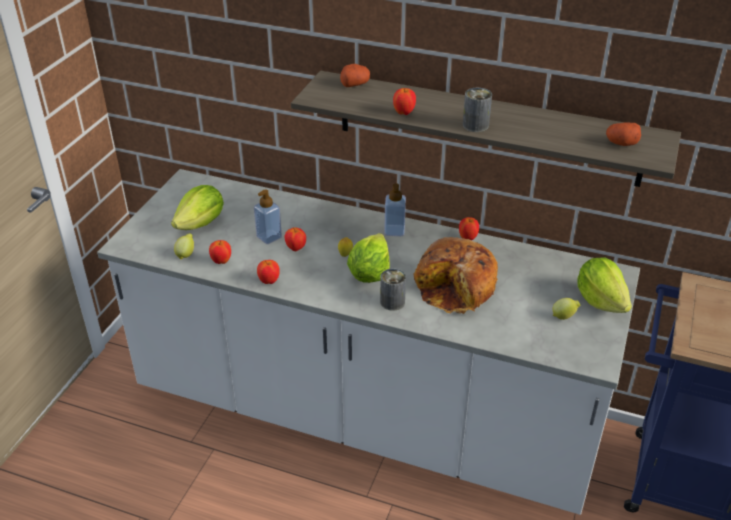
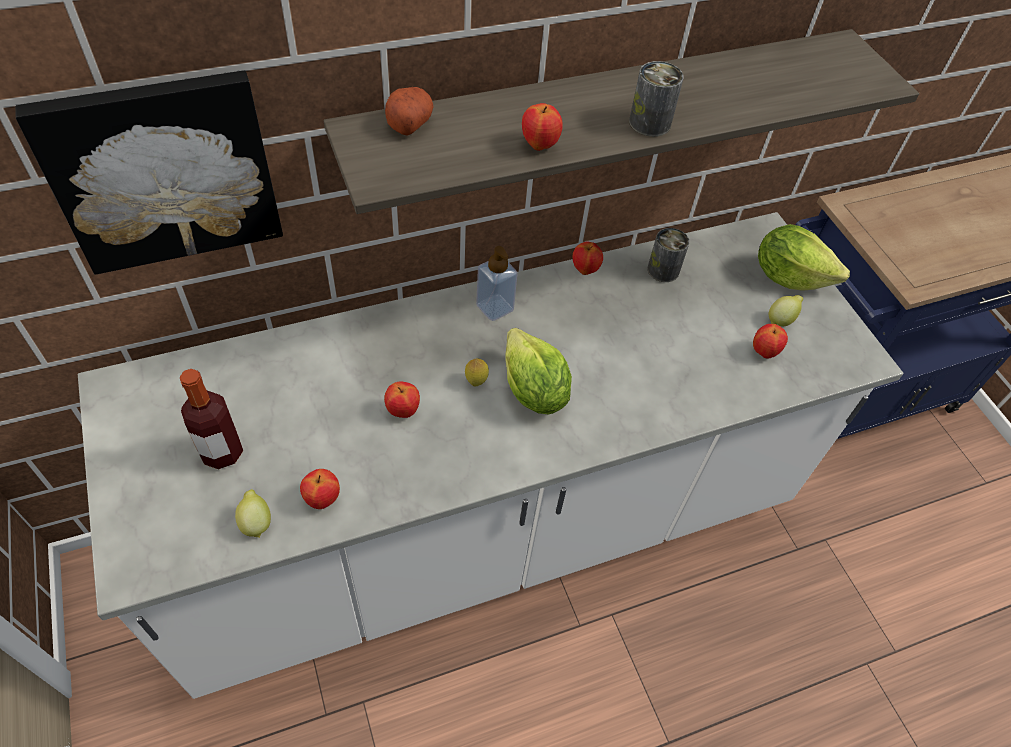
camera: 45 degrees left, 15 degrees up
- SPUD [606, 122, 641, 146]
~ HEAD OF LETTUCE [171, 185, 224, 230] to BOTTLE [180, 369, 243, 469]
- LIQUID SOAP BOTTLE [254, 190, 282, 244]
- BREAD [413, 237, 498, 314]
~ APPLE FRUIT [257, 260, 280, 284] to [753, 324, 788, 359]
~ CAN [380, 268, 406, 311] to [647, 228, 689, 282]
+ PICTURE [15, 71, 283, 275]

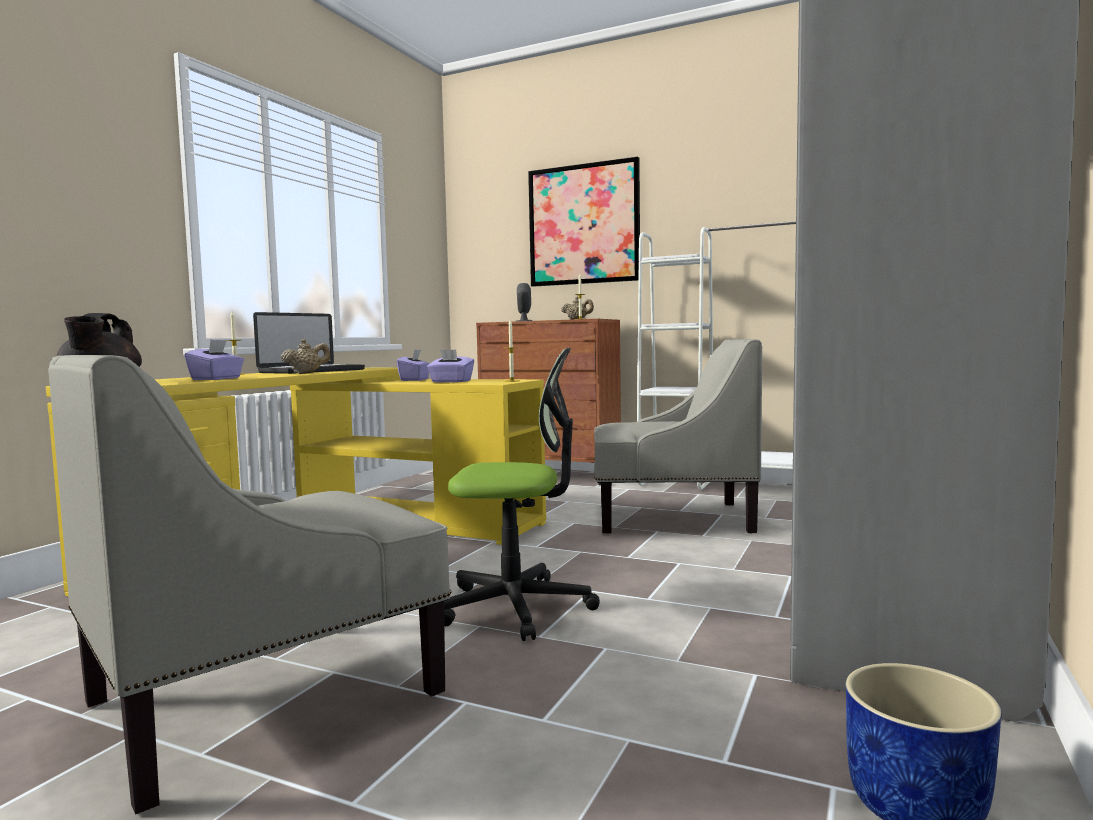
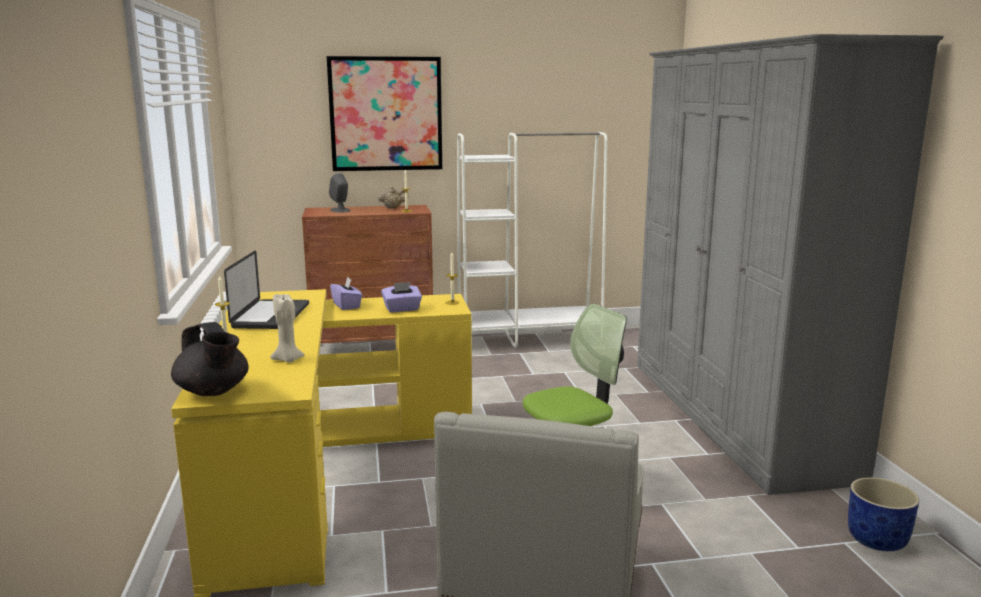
camera: 35 degrees left, 10 degrees up
- BEIGE-COLOURED TEAPOT [281, 339, 330, 374]
- GREYISH EASY CHAIR [594, 339, 762, 534]
~ PURPLE-COLOURED BOX OF TISSUES [184, 340, 244, 380] to BEIGE-COLOURED WAX CANDLE [270, 294, 305, 362]

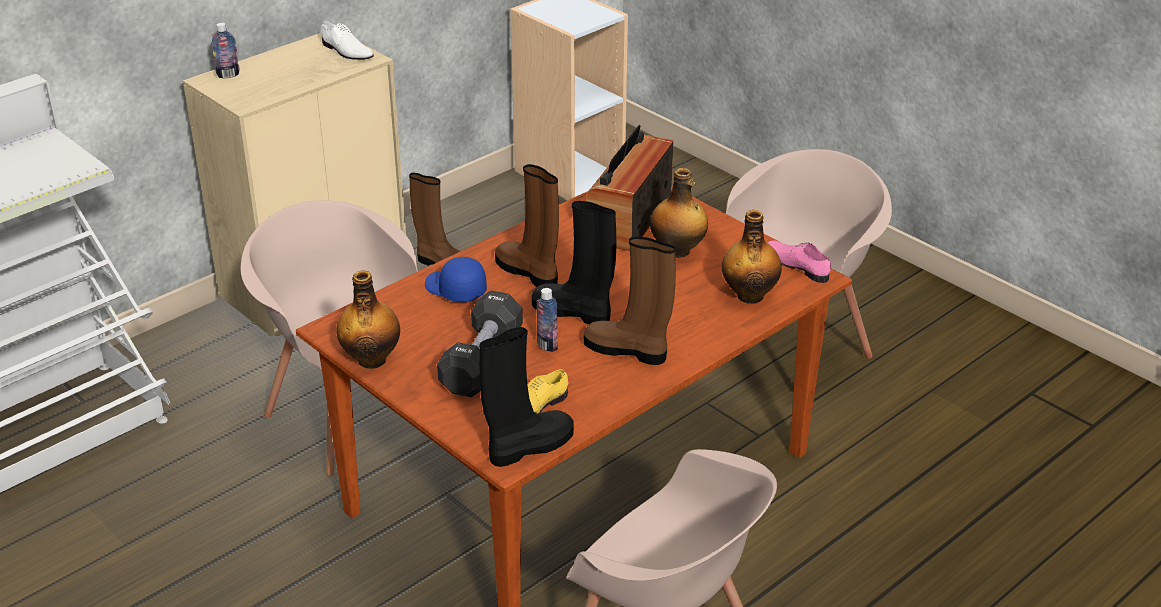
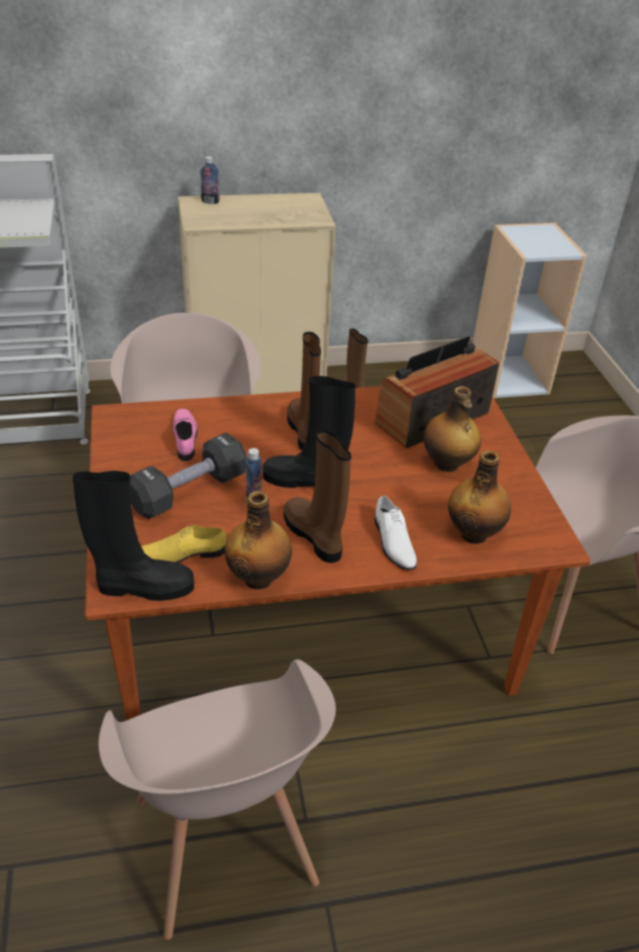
camera: 30 degrees right, 5 degrees up
~ WHITE-COLOURED LOW SHOE [321, 21, 374, 60] to [374, 496, 417, 570]
~ BLACK-COLOURED HIGH-TOP BOOT [532, 201, 616, 325] = [263, 376, 356, 488] 45 degrees counterclockwise
~ PINK LOW SHOE [767, 240, 831, 283] to [173, 409, 198, 461]
- BLUE CAP [425, 257, 487, 302]
~ BOTTLE [336, 270, 400, 369] to [225, 491, 292, 589]

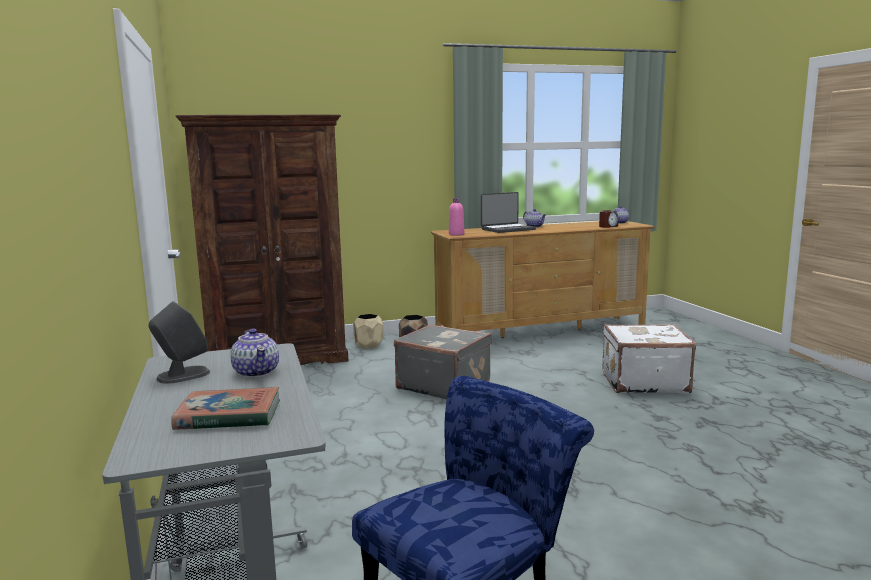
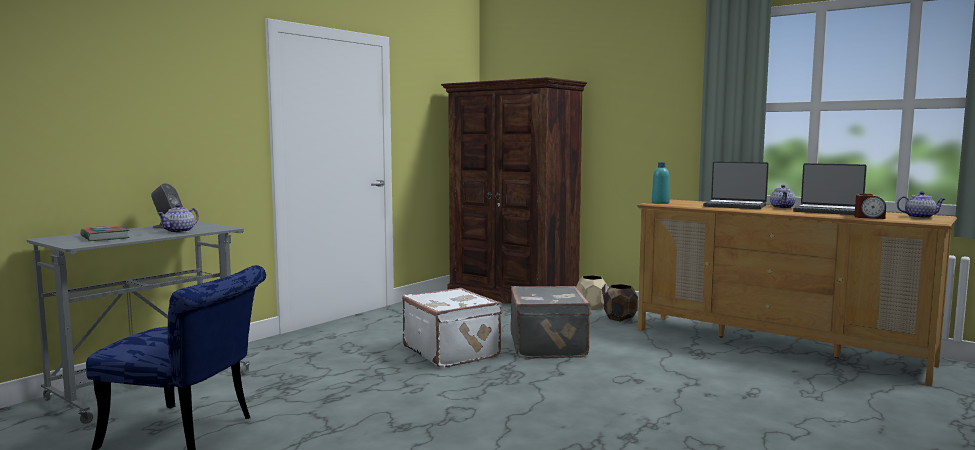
camera: 55 degrees right, 5 degrees down
~ PINK BOTTLE [449, 198, 464, 236] to TURQUOISE-COLOURED BOTTLE [652, 162, 670, 204]
~ WHITE-COLOURED TRAVEL CASE [603, 324, 697, 393] to [402, 288, 502, 367]
+ LAPTOP [793, 163, 867, 215]

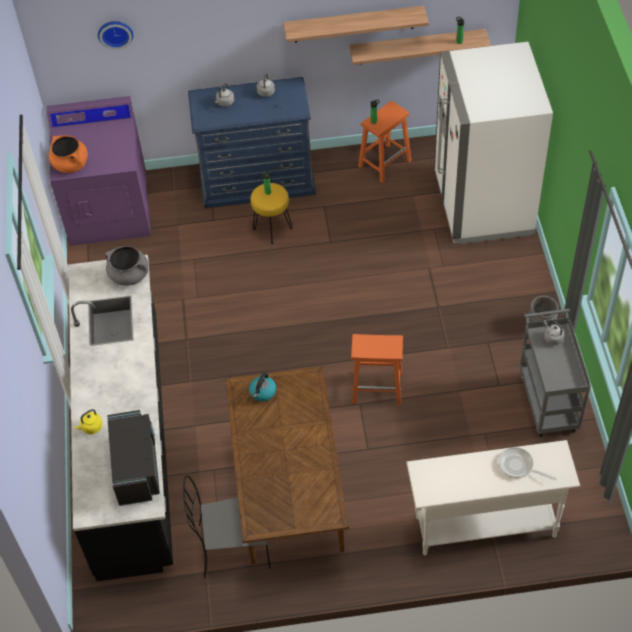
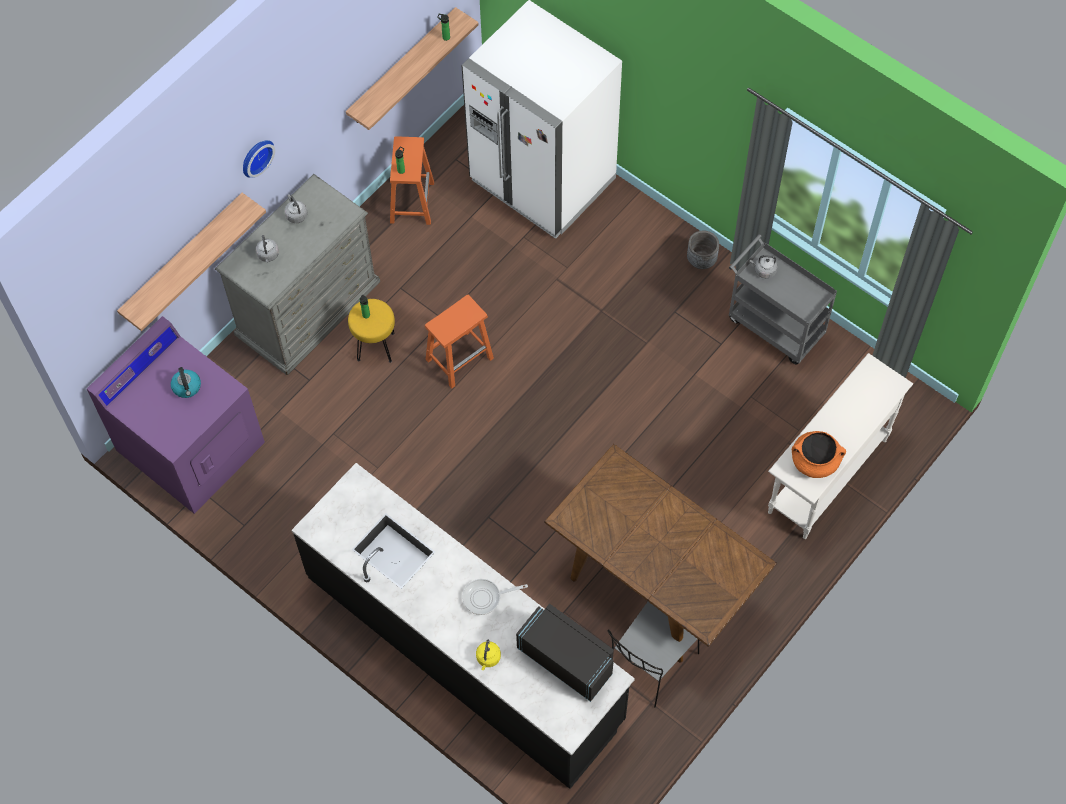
camera: 45 degrees left, 10 degrees up
~ SHELF [283, 6, 429, 43] to [117, 193, 266, 331]
~ HANGING CLOCK [98, 21, 133, 50] to [243, 140, 275, 178]
~ BLUE DRAWER CHEST [188, 77, 316, 208] to GREYISH DRAWER CHEST [215, 174, 380, 375]
~ ORANGEY STOCKPOT [49, 135, 88, 173] to [792, 431, 846, 478]
- GREYISH STOCKPOT [105, 246, 149, 286]
~ ORANGEY STOOL [351, 334, 403, 405] to [425, 295, 494, 388]
~ TEA KETTLE [249, 373, 276, 401] to [171, 367, 201, 398]
~ FRYING PAN [499, 447, 557, 481] to [462, 579, 528, 615]

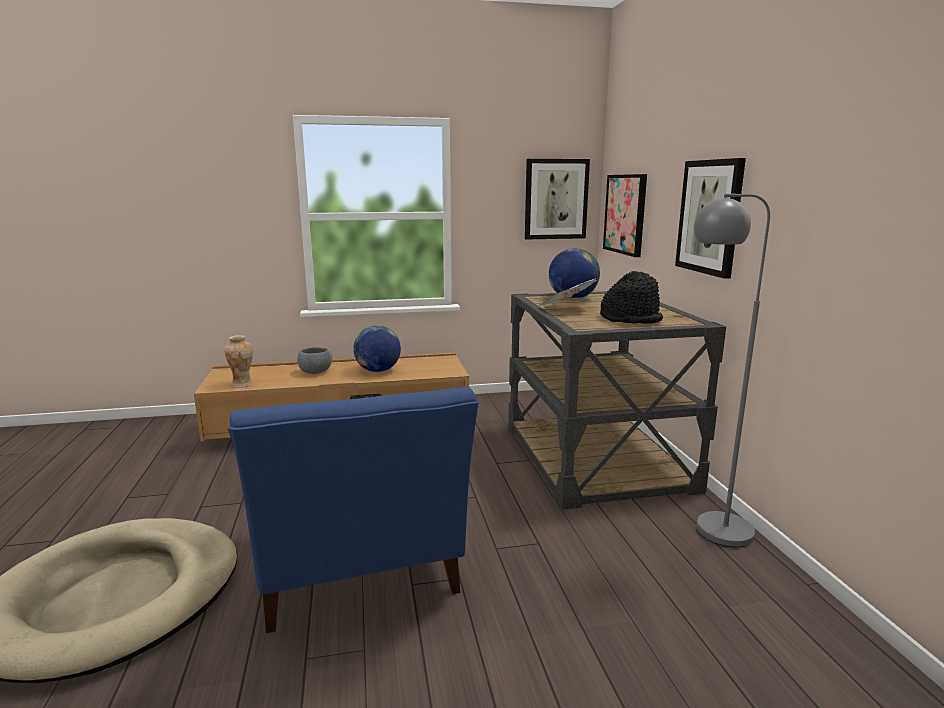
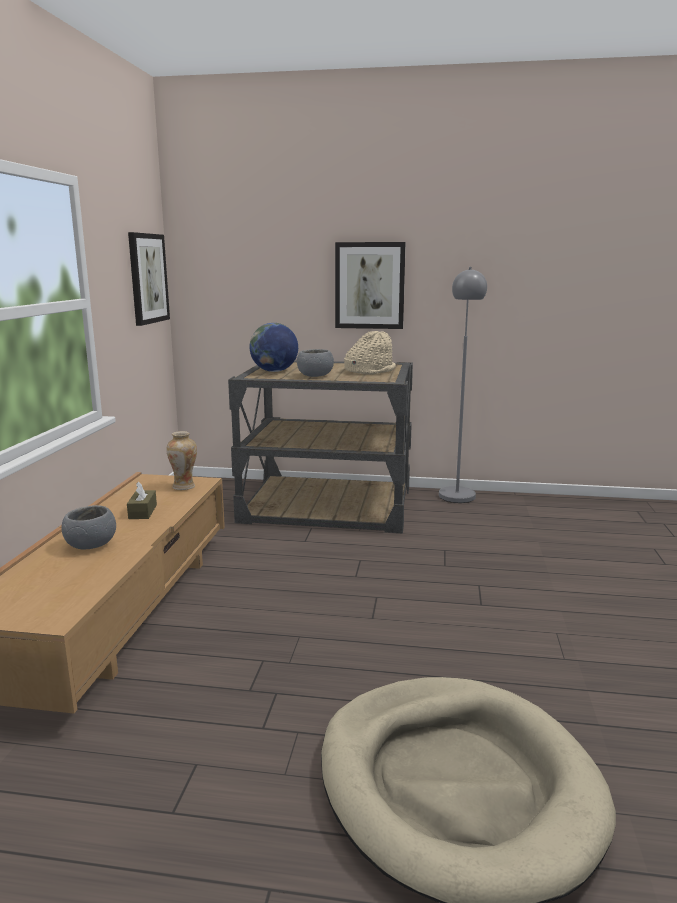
camera: 70 degrees left, 0 degrees up
- PICTURE [603, 174, 647, 257]
~ BLACK-COLOURED CLOTHING HAT [600, 271, 663, 324] to BEIGE-COLOURED CLOTHING HAT [344, 331, 396, 375]
~ DAILY PAPER [539, 278, 597, 306] to GREYISH DEEP DISH [297, 349, 334, 377]
~ DESK GLOBE [353, 325, 401, 372] to BROWN-COLOURED BOX OF TISSUES [127, 481, 157, 519]
~ FLOWER VASE [224, 335, 253, 388] to [166, 431, 197, 490]
- BLUE EASY CHAIR [227, 387, 481, 633]

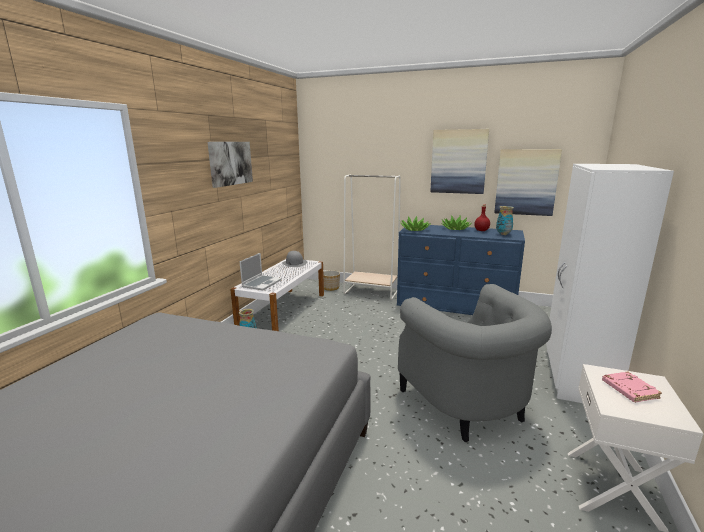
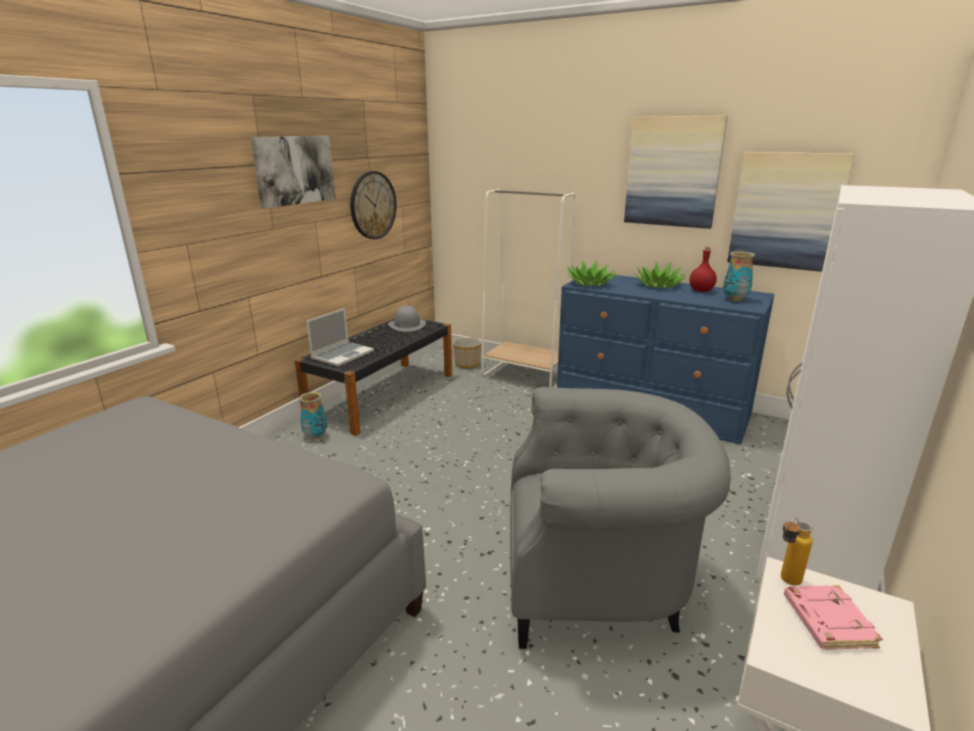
camera: 10 degrees right, 5 degrees up
~ WHITE-COLOURED LONG SEAT [230, 259, 324, 331] to BLACK-COLOURED LONG SEAT [294, 319, 452, 436]
~ GREYISH EASY CHAIR [398, 284, 552, 442] = [510, 387, 731, 649] 75 degrees counterclockwise
+ HANGING CLOCK [350, 171, 397, 239]
+ BOTTLE [781, 518, 813, 585]

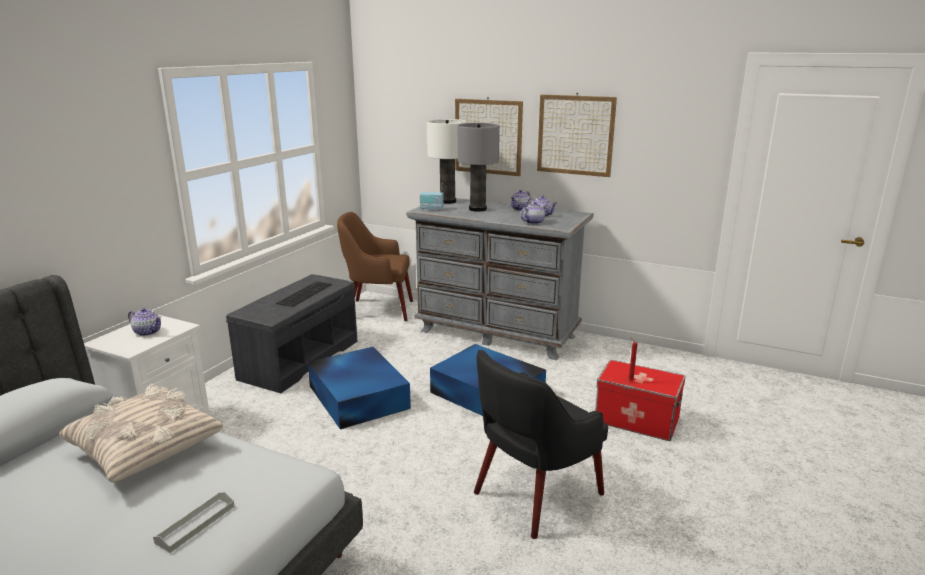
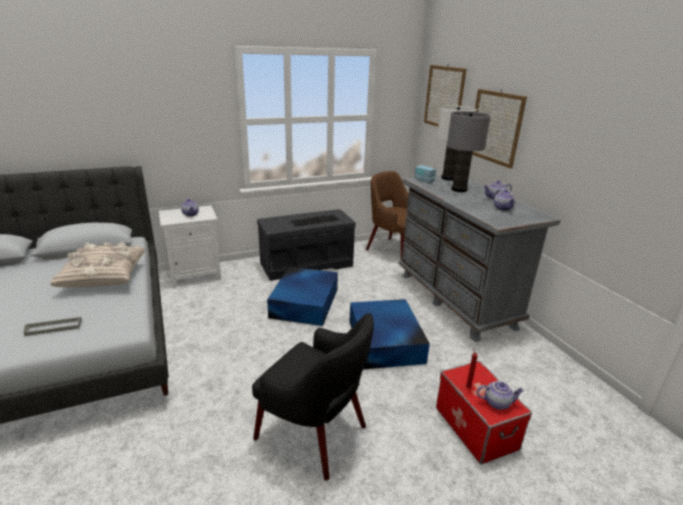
camera: 40 degrees right, 5 degrees up
~ PICTURE [537, 93, 617, 177] to [424, 65, 467, 127]
~ TEAPOT [520, 202, 548, 224] to [477, 381, 524, 410]
~ BLACK-COLOURED EASY CHAIR [474, 350, 608, 539] = [252, 313, 374, 481] 150 degrees counterclockwise

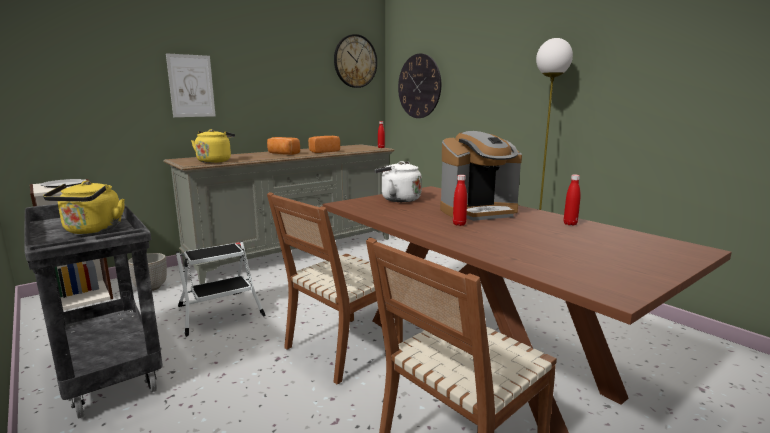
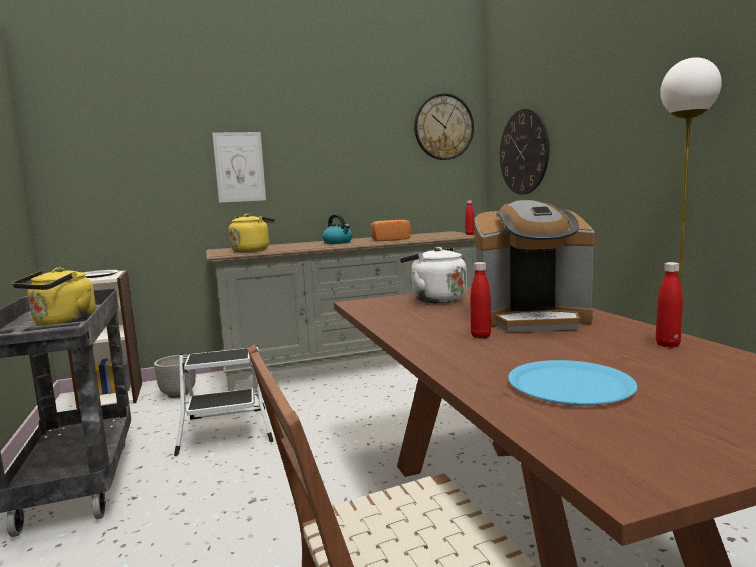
camera: 20 degrees right, 5 degrees down
~ BREAD [267, 137, 300, 155] to TEA KETTLE [322, 214, 352, 244]
- PLAIN CHAIR [267, 192, 403, 384]
+ BLUE PLATE [508, 360, 638, 405]

